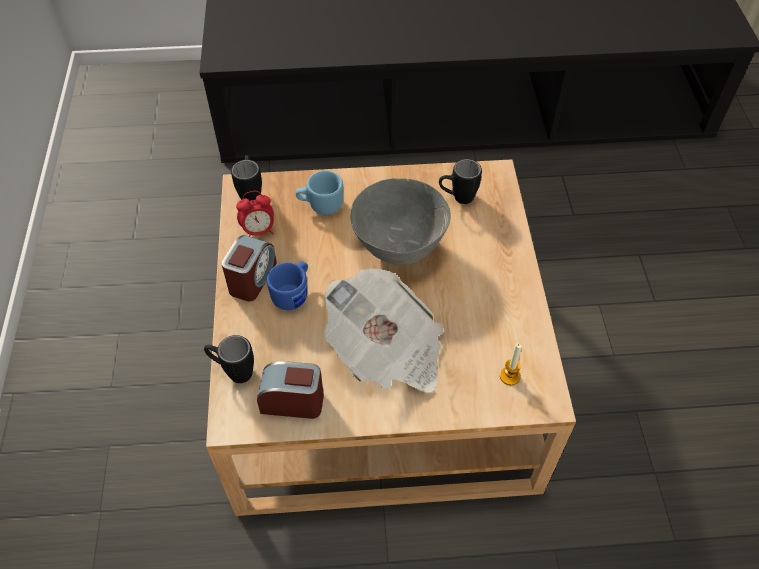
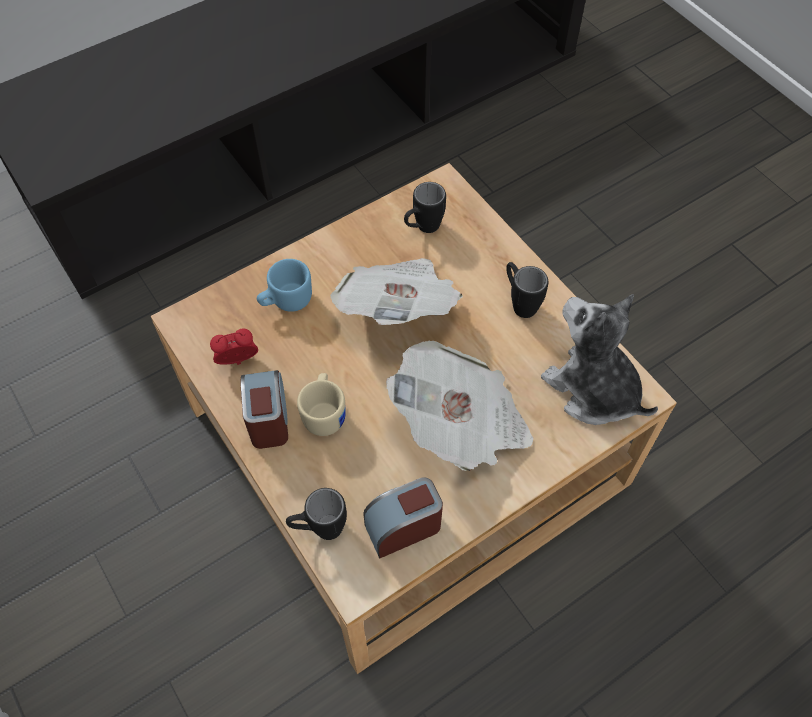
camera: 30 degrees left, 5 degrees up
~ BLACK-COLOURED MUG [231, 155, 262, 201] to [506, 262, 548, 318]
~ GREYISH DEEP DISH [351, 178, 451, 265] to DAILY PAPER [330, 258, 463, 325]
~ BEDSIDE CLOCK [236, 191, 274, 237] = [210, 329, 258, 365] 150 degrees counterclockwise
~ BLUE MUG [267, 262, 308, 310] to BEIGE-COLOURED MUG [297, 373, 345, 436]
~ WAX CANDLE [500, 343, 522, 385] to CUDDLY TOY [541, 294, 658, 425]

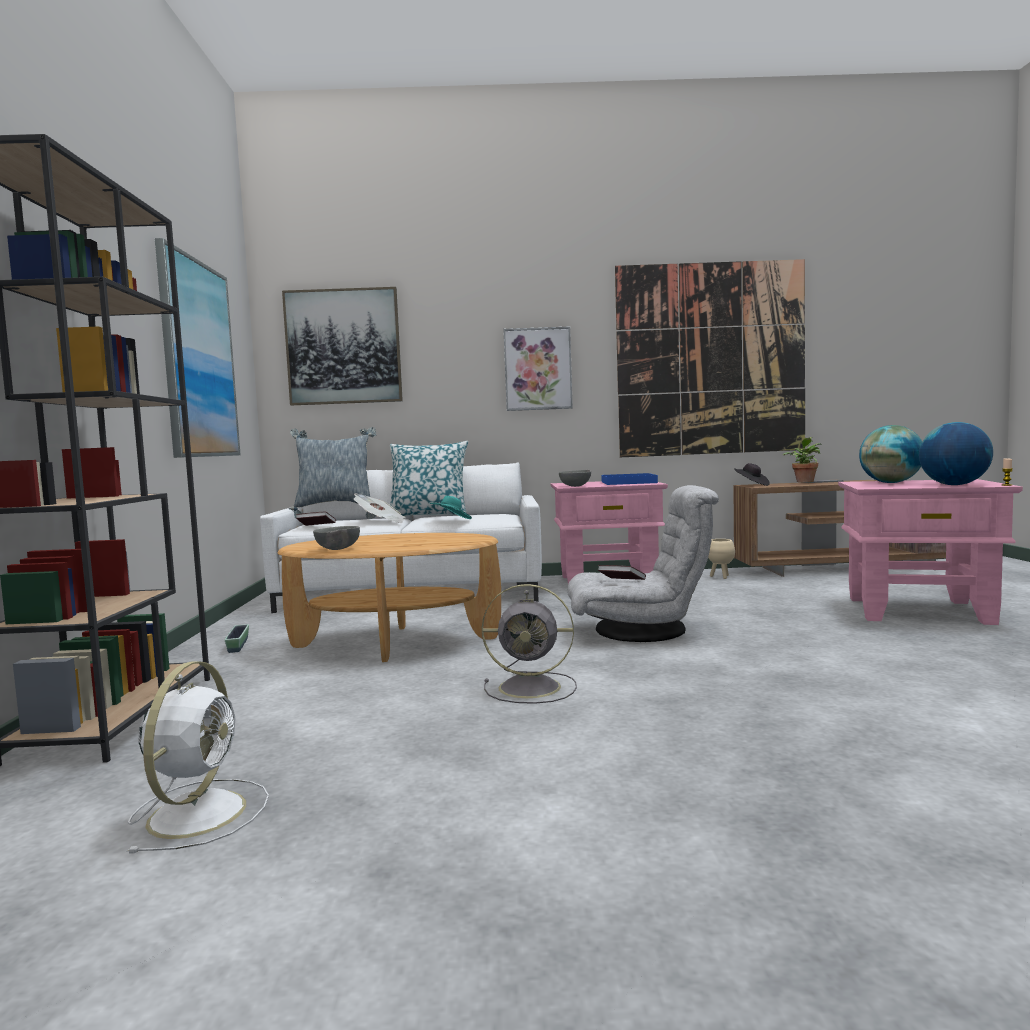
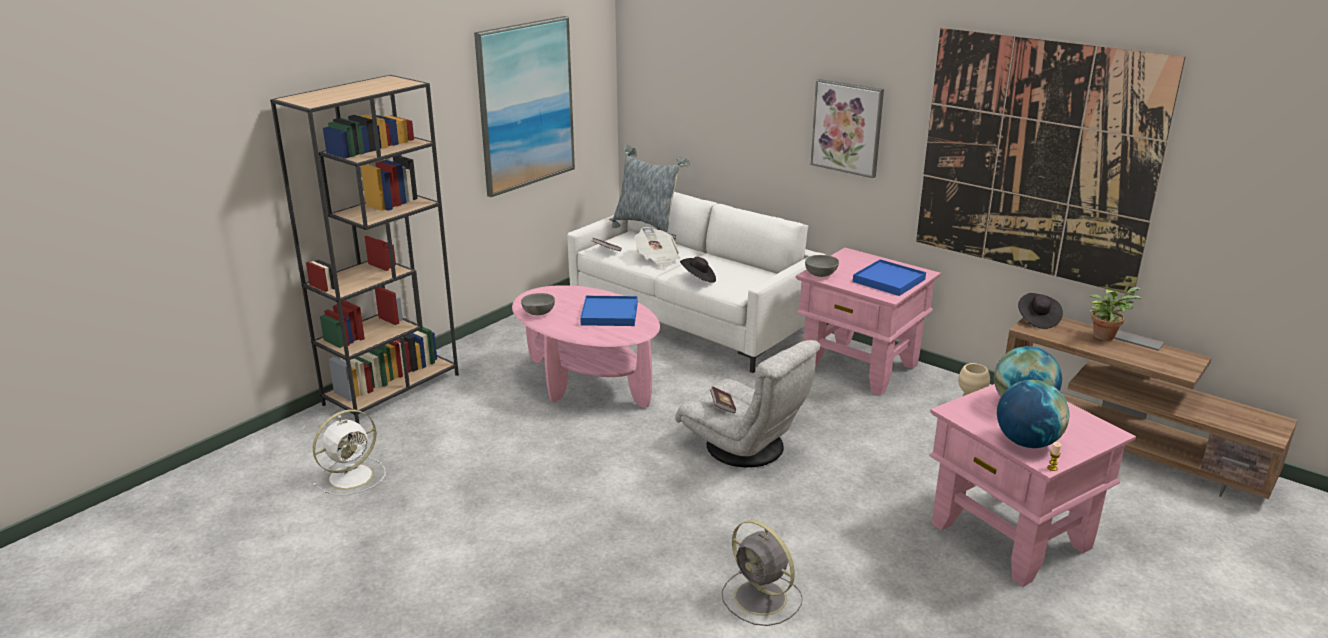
camera: 40 degrees right, 20 degrees up
- PICTURE [282, 287, 403, 405]
- PILLOW [390, 441, 468, 516]
~ TURQUOISE-COLOURED CLOTHING HAT [429, 496, 472, 519] to BLACK-COLOURED CLOTHING HAT [680, 257, 716, 283]
~ BROWN-COLOURED COFFEE TABLE [277, 533, 501, 662] to PINK COFFEE TABLE [512, 285, 660, 408]
~ GREYISH COOLING FAN [482, 584, 577, 704] to [722, 520, 803, 626]
- PLANTER [225, 624, 249, 653]
+ BLUE SERVING TRAY [580, 296, 638, 326]

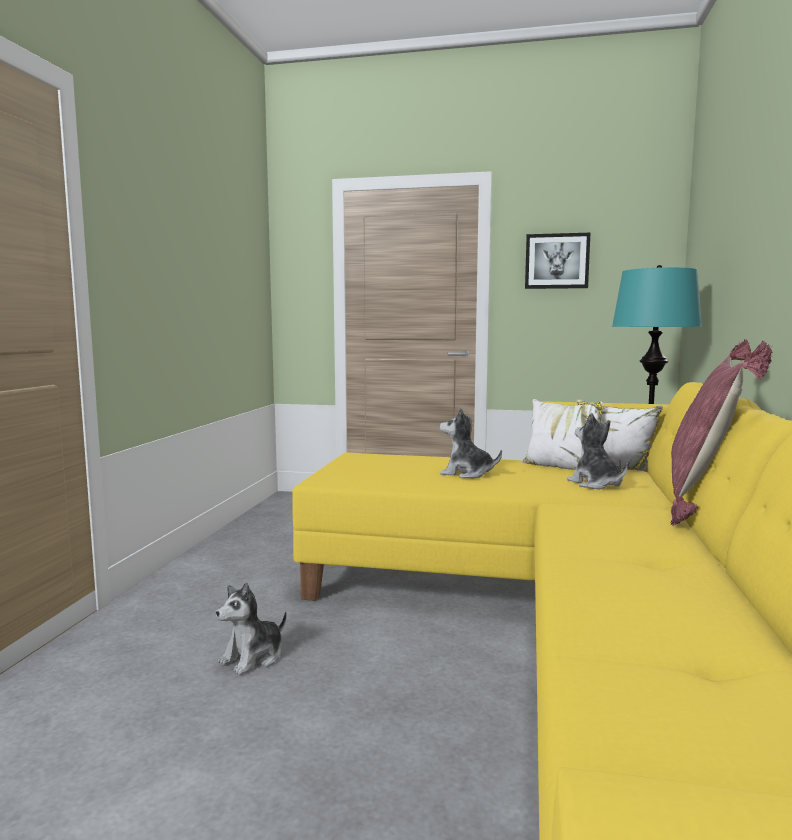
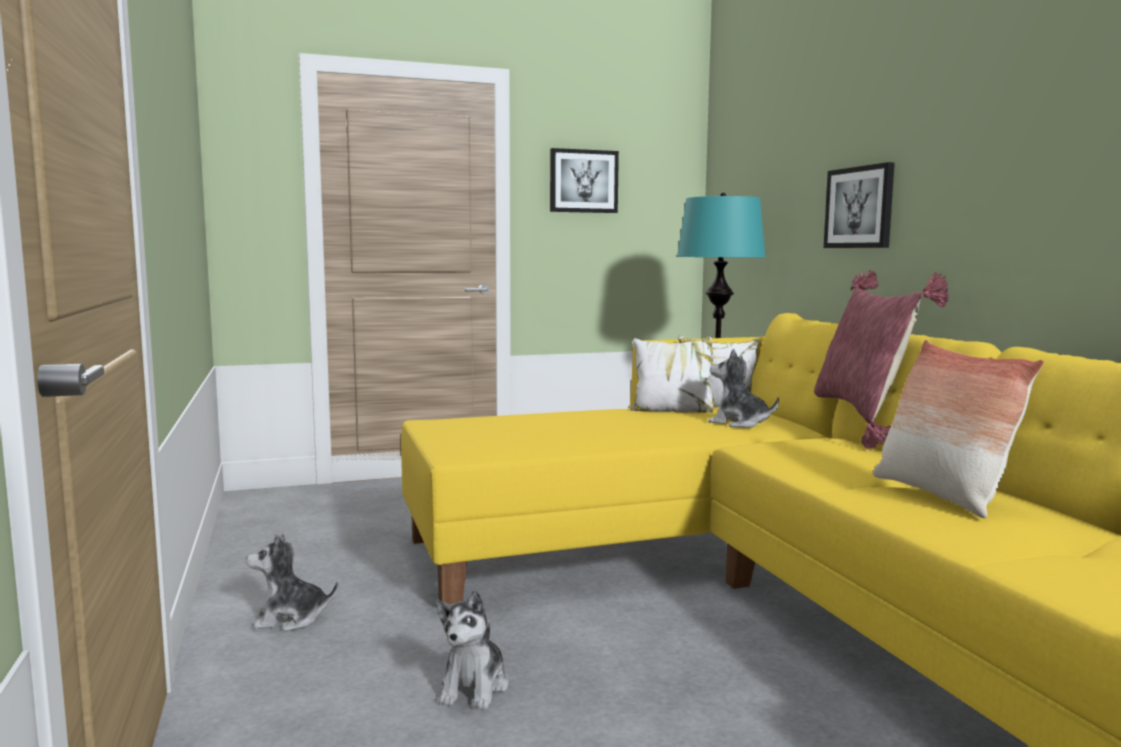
camera: 30 degrees left, 0 degrees up
~ CUDDLY TOY [440, 408, 502, 478] to [246, 534, 339, 632]
+ PICTURE [824, 162, 895, 248]
+ PILLOW [873, 340, 1044, 518]

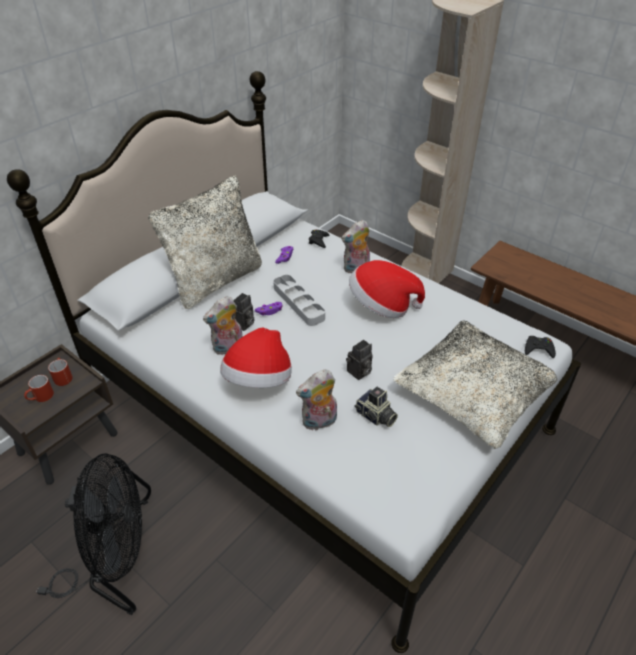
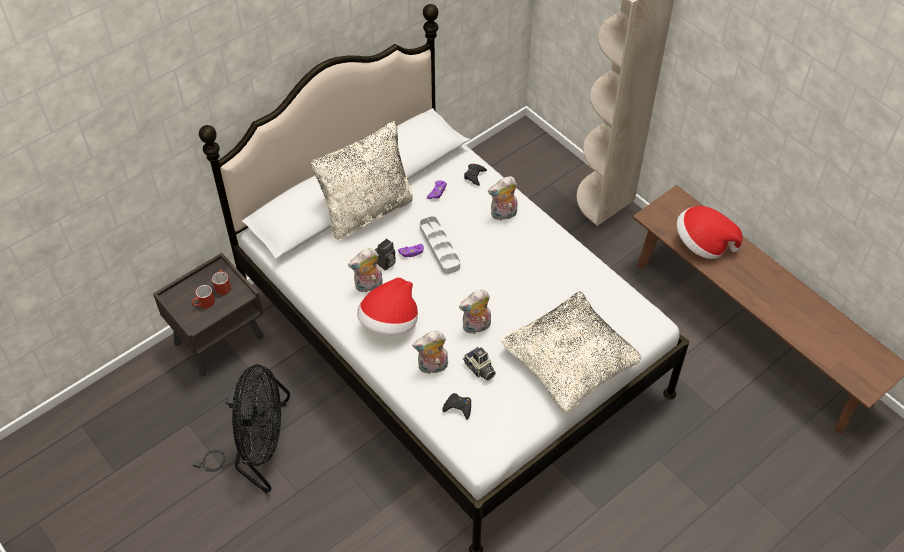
camera: 10 degrees right, 10 degrees up
~ CLOTHING HAT [349, 260, 425, 318] to [677, 206, 742, 259]
~ BLACK-COLOURED GAME CONTROLLER [525, 336, 556, 358] to [442, 393, 471, 420]
~ STILL CAMERA [346, 340, 372, 380] to CUDDLY TOY [459, 289, 491, 334]

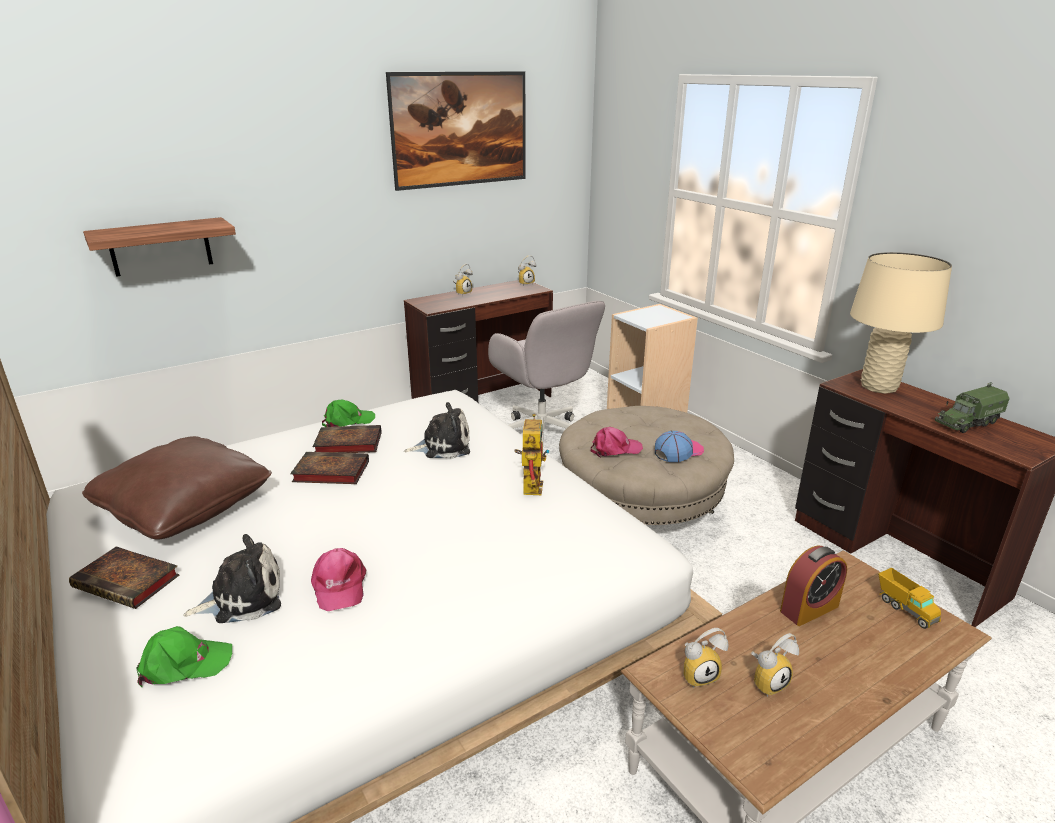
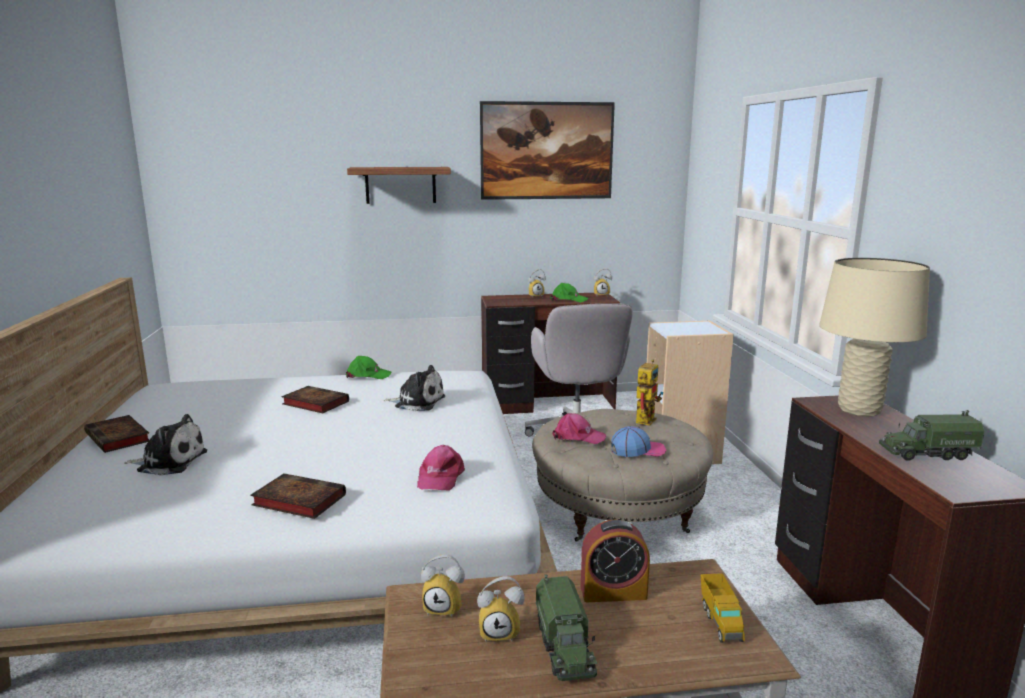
camera: 25 degrees right, 10 degrees down
~ SHELF [83, 217, 236, 277] to [347, 167, 451, 204]
~ TOY ROBOT [514, 414, 549, 495] to [636, 360, 663, 426]
~ BOUND BOOK [312, 425, 382, 453] to [250, 473, 346, 519]
- BROWN-COLOURED PILLOW [82, 436, 272, 540]
~ PINK CAP [311, 548, 366, 611] to [417, 445, 465, 491]
~ GREEN-COLOURED CAP [136, 626, 232, 687] to [550, 283, 588, 302]
+ TOY TRUCK [535, 574, 597, 681]

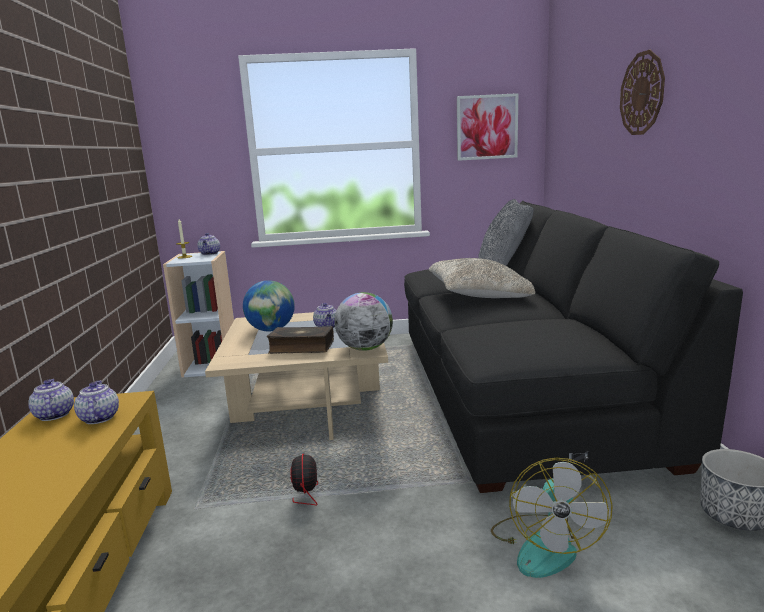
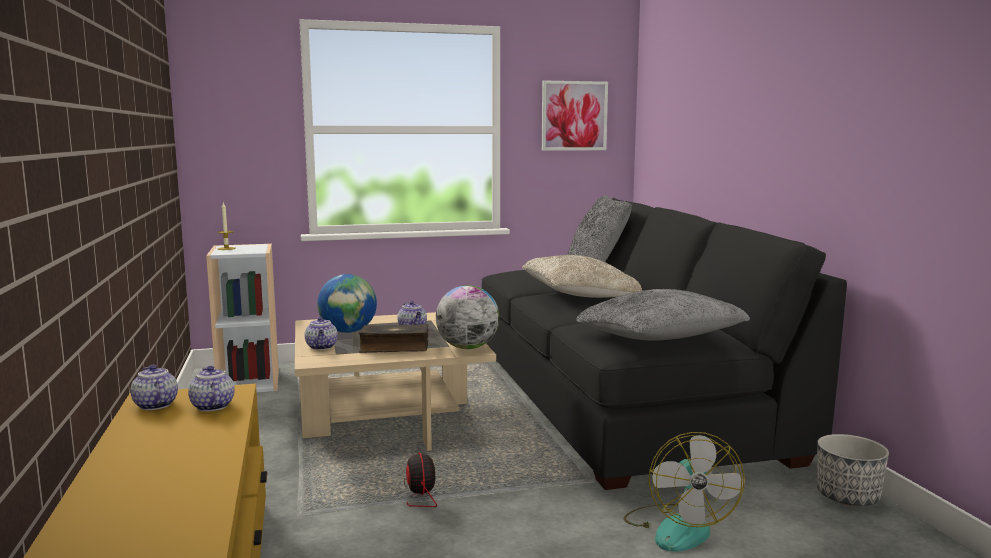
camera: 10 degrees left, 5 degrees down
- HANGING CLOCK [620, 50, 665, 135]
~ TEAPOT [197, 233, 220, 255] to [305, 317, 338, 350]
+ GREYISH PILLOW [577, 289, 750, 341]

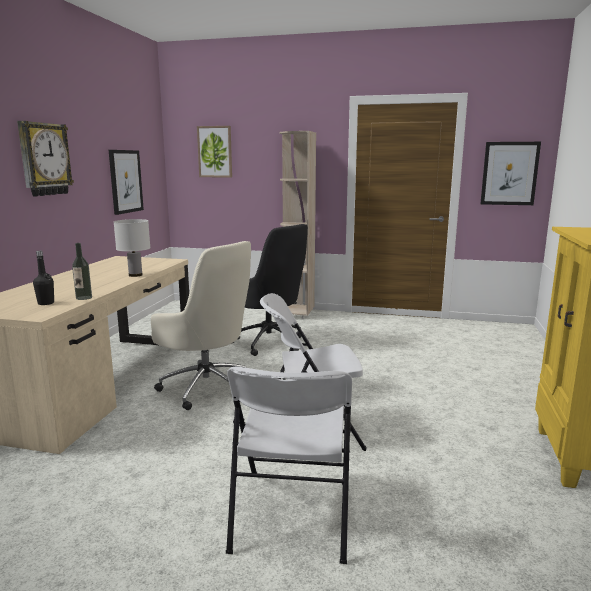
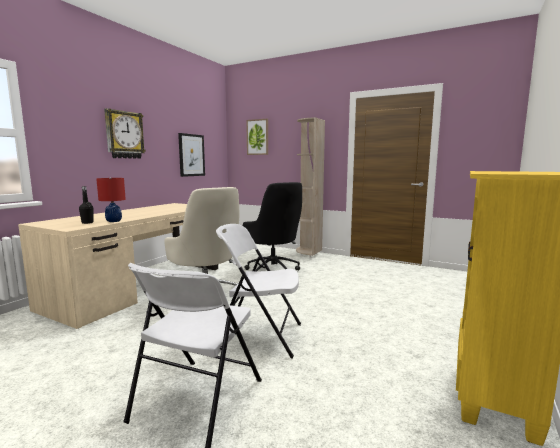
camera: 15 degrees right, 5 degrees down
- PICTURE [480, 142, 541, 205]
- WHITE-COLOURED TABLE LAMP [114, 219, 151, 277]
~ BOTTLE [72, 243, 92, 300] to RED-COLOURED TABLE LAMP [96, 178, 126, 222]

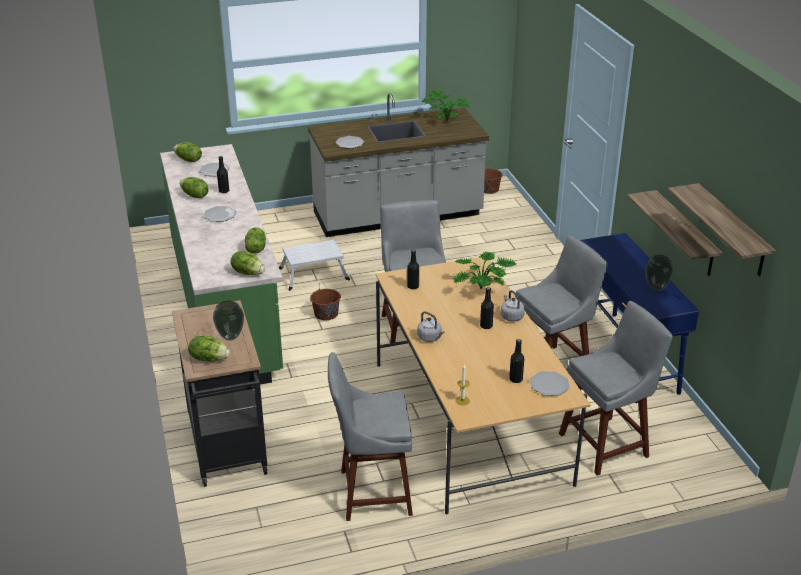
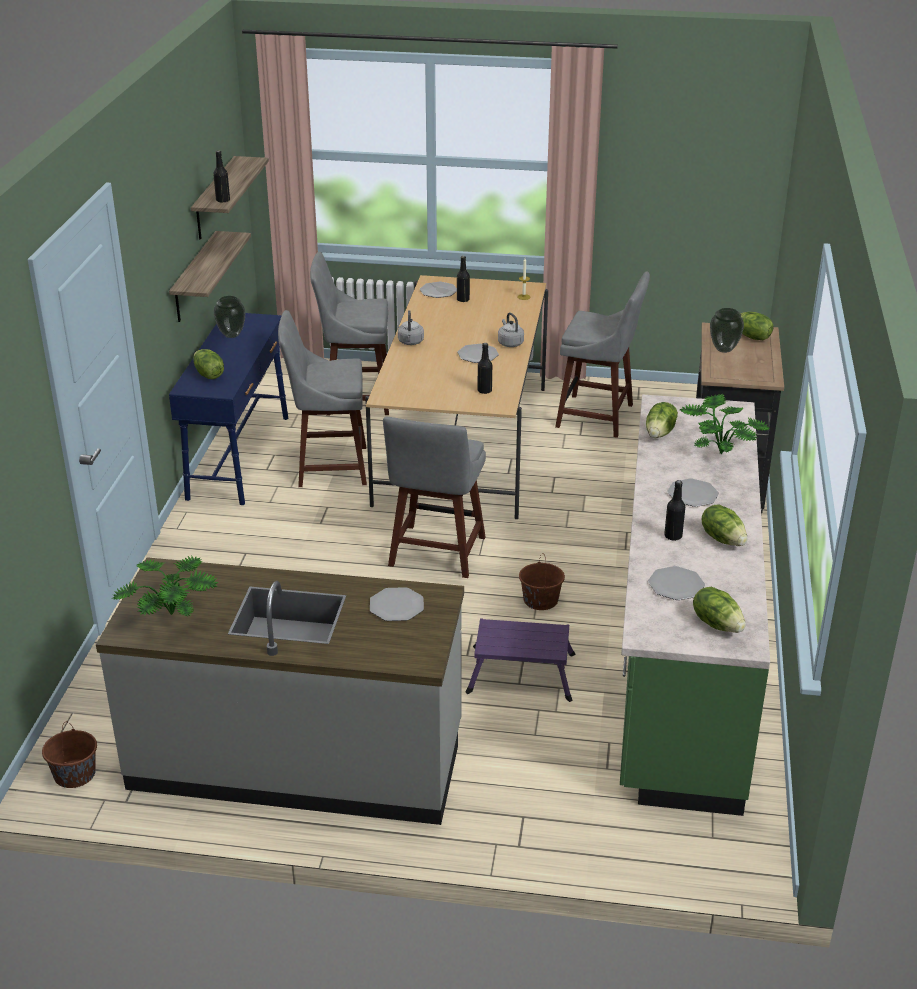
camera: 155 degrees left, 0 degrees up
~ WHITE-COLOURED STEPLADDER [279, 239, 350, 291] to PURPLE-COLOURED STEPLADDER [465, 618, 576, 702]
~ HEAD OF LETTUCE [230, 251, 265, 275] to [193, 349, 224, 379]
~ POTTED PLANT [454, 251, 516, 289] to [680, 394, 770, 454]
~ BLACK-COLOURED BOTTLE [480, 287, 494, 329] to [213, 151, 230, 202]
+ PLATE [457, 344, 499, 363]

